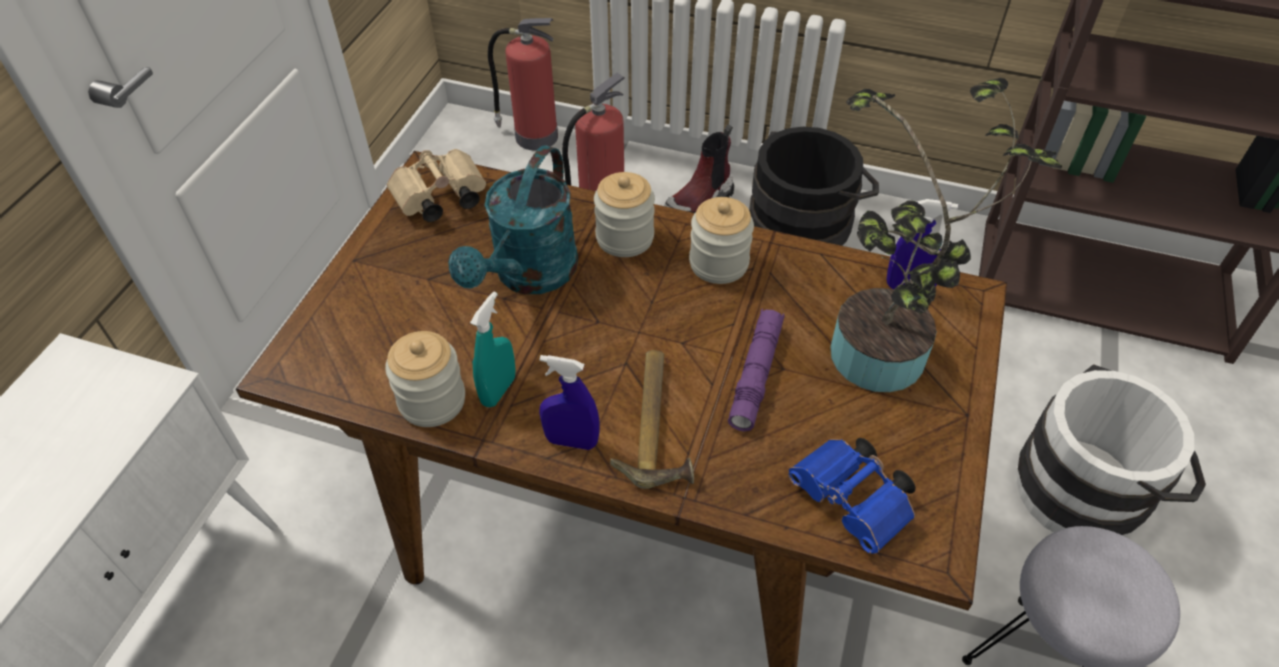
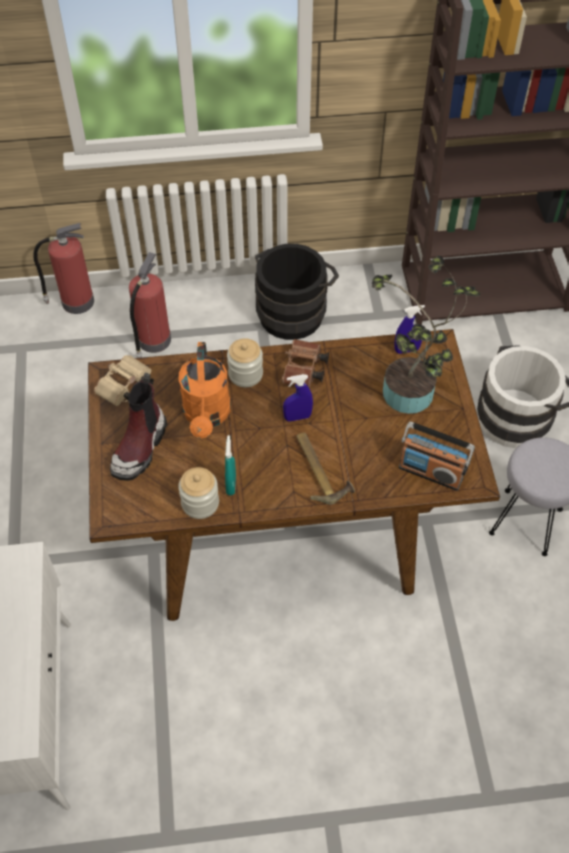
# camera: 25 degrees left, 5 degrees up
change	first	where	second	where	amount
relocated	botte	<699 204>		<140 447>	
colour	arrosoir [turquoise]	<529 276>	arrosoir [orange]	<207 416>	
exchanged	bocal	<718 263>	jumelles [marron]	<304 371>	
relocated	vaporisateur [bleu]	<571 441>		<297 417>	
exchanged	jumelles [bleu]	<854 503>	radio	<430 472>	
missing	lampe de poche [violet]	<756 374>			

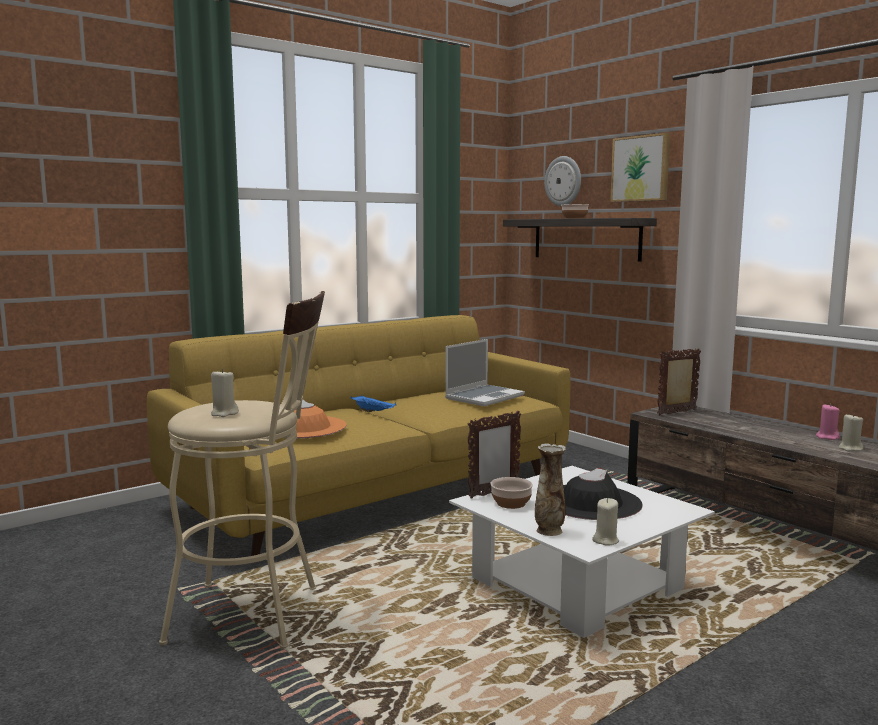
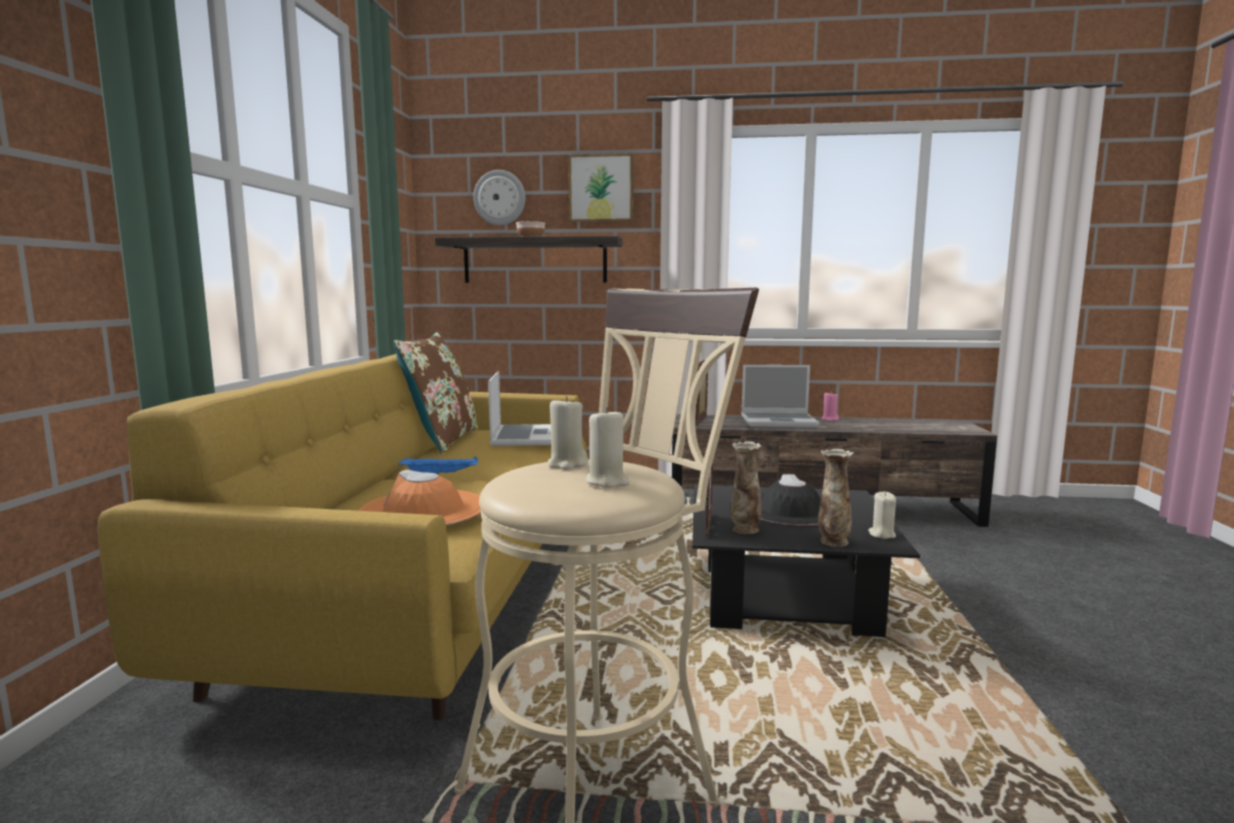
# camera: 45 degrees left, 0 degrees up
change	first	where	second	where	amount
appeared			coussin [marron]	<441 440>	
relocated	bougie [beige]	<850 448>		<567 464>	
colour	table basse [blanc]	<576 584>	table basse [noir]	<786 596>	
exchanged	bol	<510 503>	vase	<745 529>	
appeared			ordinateur portable	<779 422>	

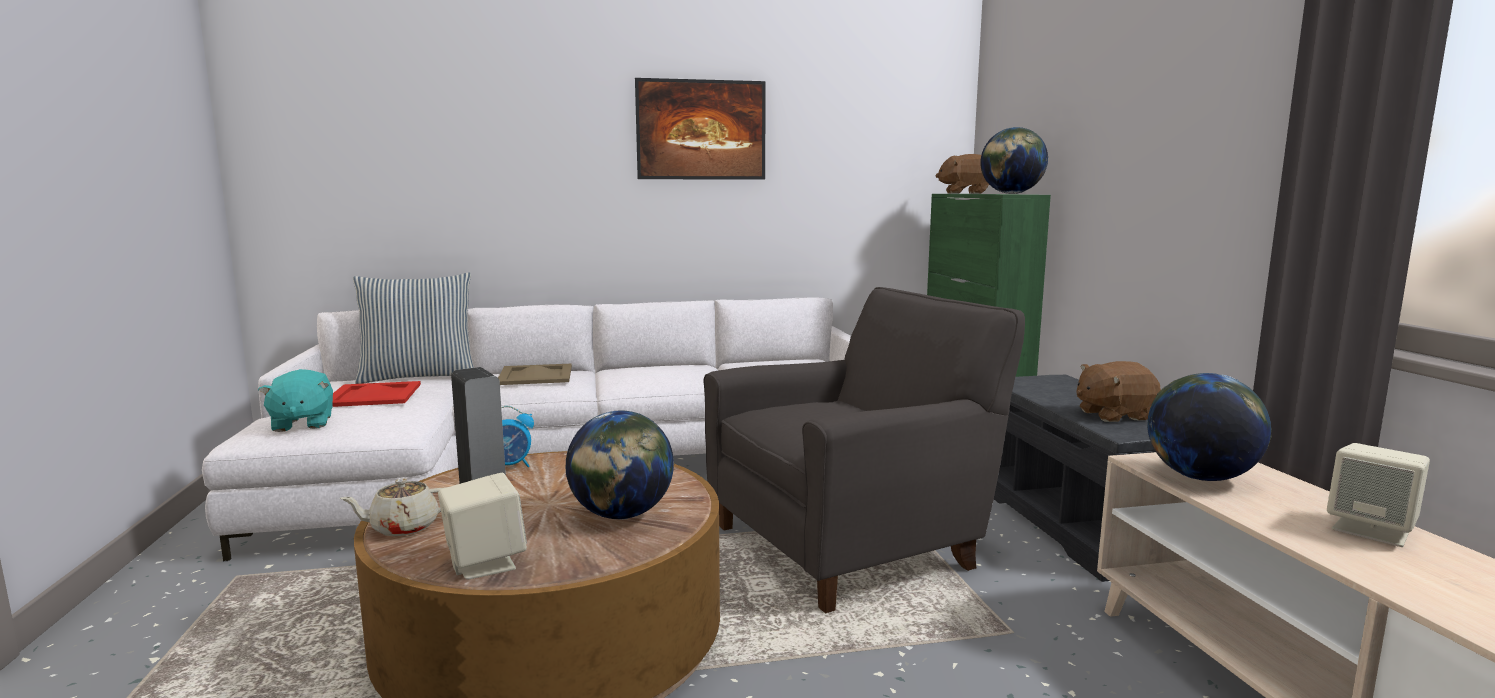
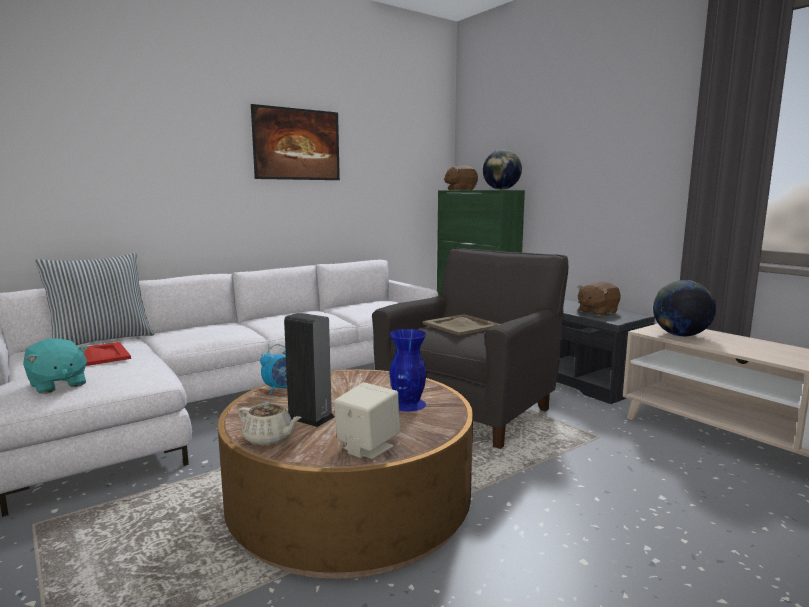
# camera: 25 degrees left, 0 degrees up
change	first	where	second	where	amount
spun	théière [beige]	<403 527>		<269 439>	105 degrees counterclockwise
exchanged	globe	<621 515>	vase [bleu]	<408 404>	
relocated	plateau [beige]	<536 375>		<462 325>	
missing	enceinte [beige]	<1371 530>			

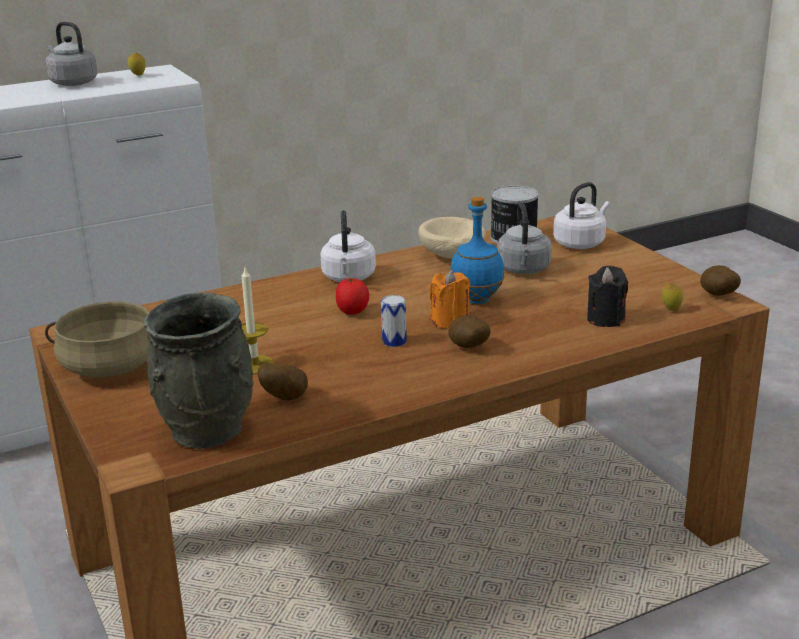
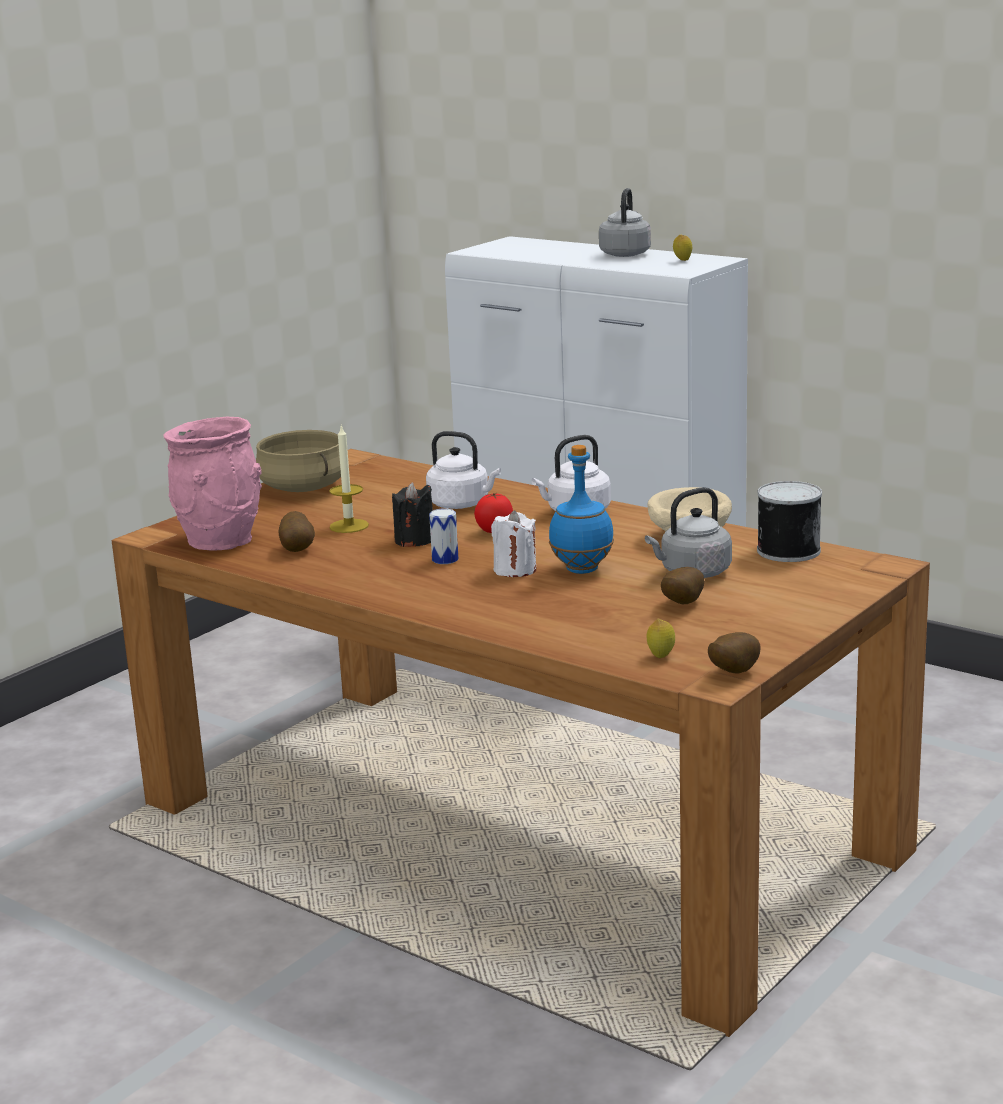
# camera: 65 degrees right, 5 degrees down
change	first	where	second	where	amount
colour	vase [gris]	<206 430>	vase [rose]	<221 540>	
relocated	bougie [noir]	<605 319>		<415 540>	
relocated	bouilloire [blanc]	<581 243>		<462 504>	
colour	bougie [orange]	<450 321>	bougie [blanc]	<515 570>	
relocated	pomme de terre	<468 348>		<680 604>	

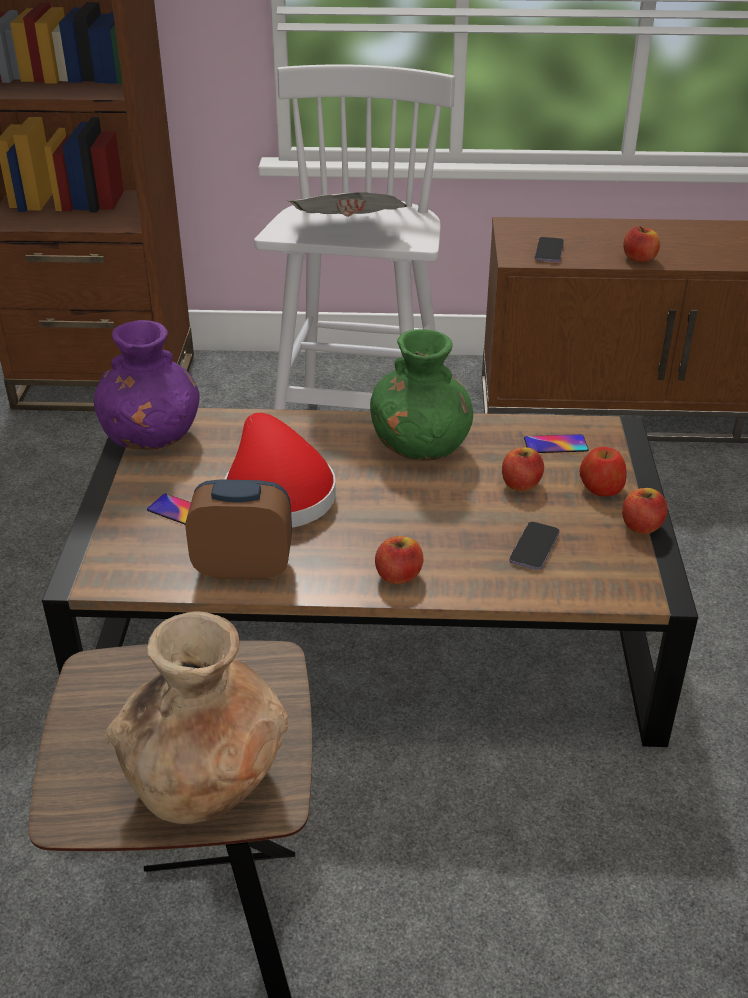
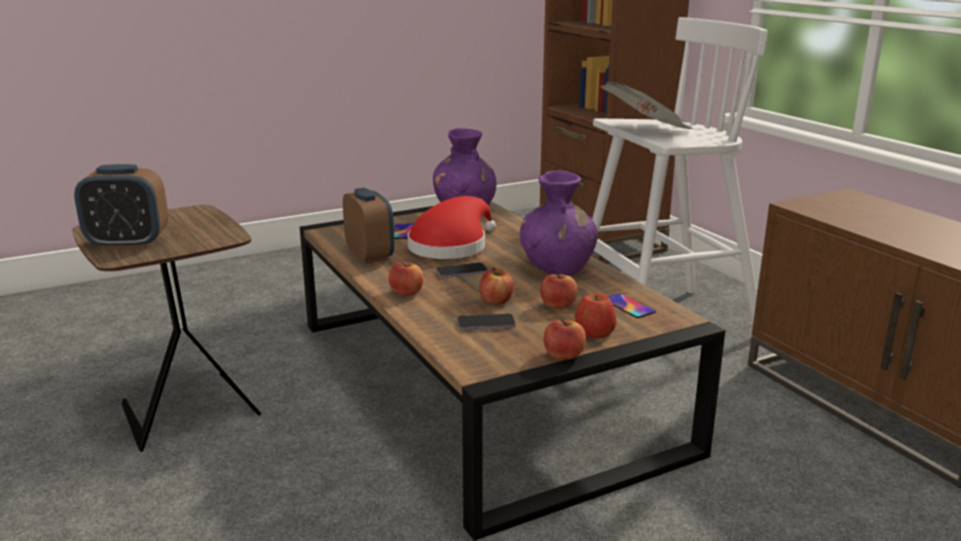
# camera: 60 degrees right, 15 degrees down
change	first	where	second	where	amount
exchanged	vase [marron]	<207 780>	réveil	<128 244>	
relocated	téléphone	<549 252>		<461 272>	
relocated	pomme	<639 259>		<496 301>	
colour	vase [vert]	<421 446>	vase [violet]	<557 268>	

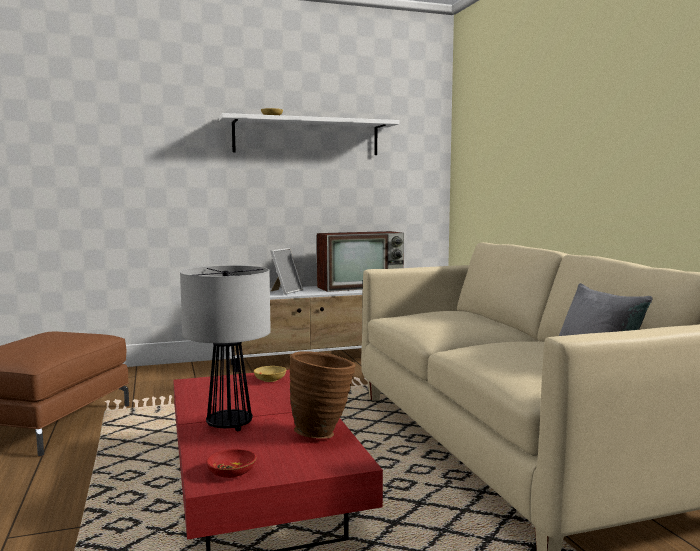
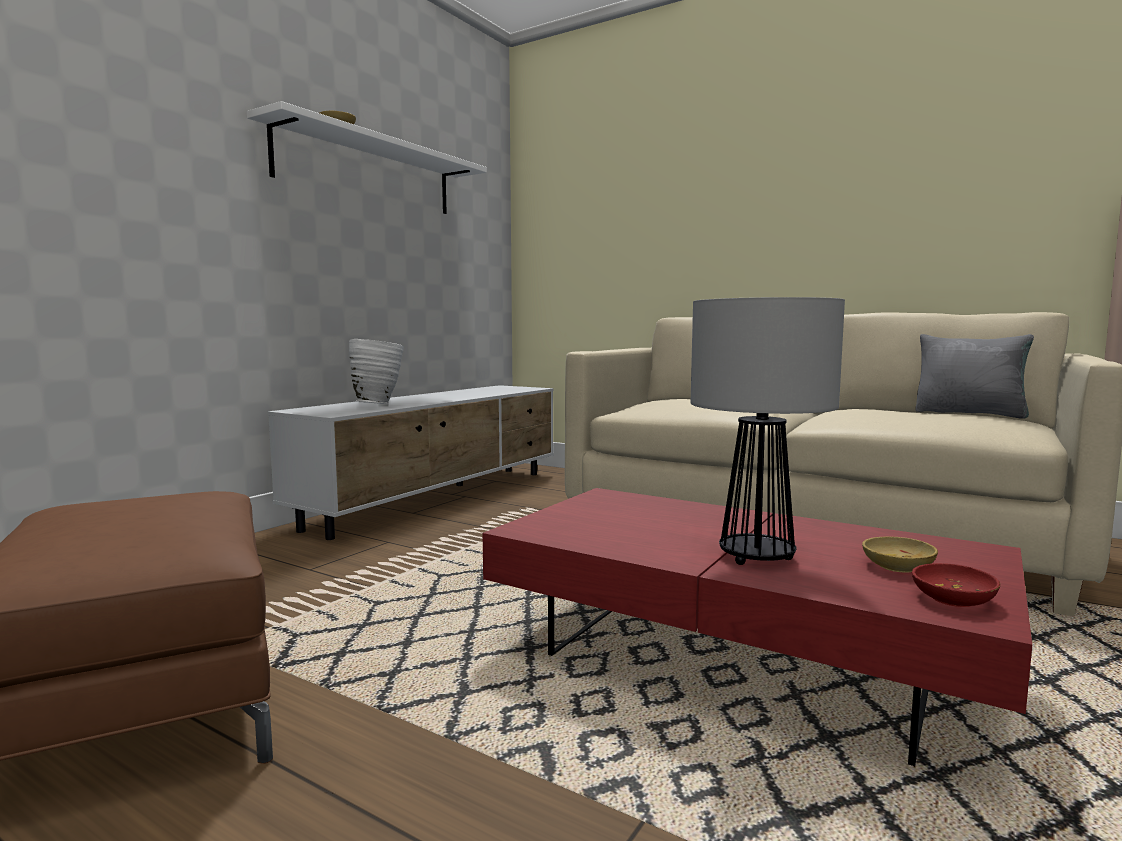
# camera: 40 degrees left, 0 degrees up
change	first	where	second	where	amount
exchanged	cadre photo	<285 291>	vase [blanc]	<378 404>	
relocated	bol [beige]	<270 379>		<898 567>	
missing	vase [marron]	<323 433>			
missing	téléviseur	<361 287>			

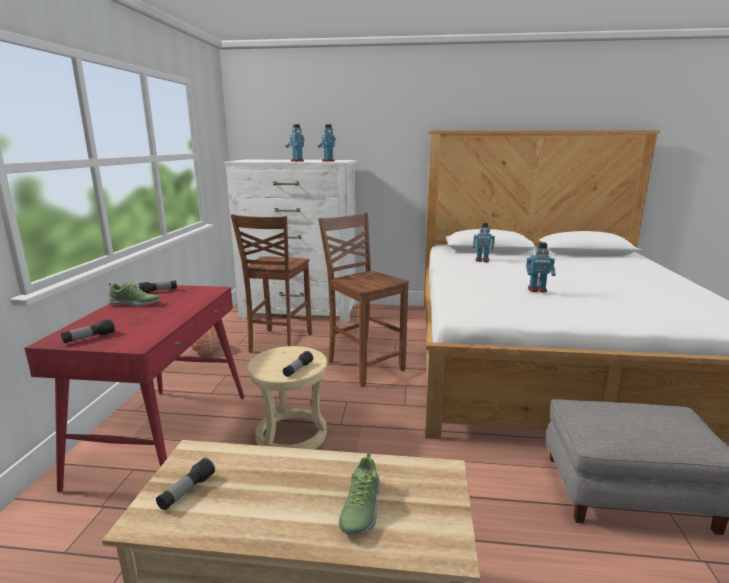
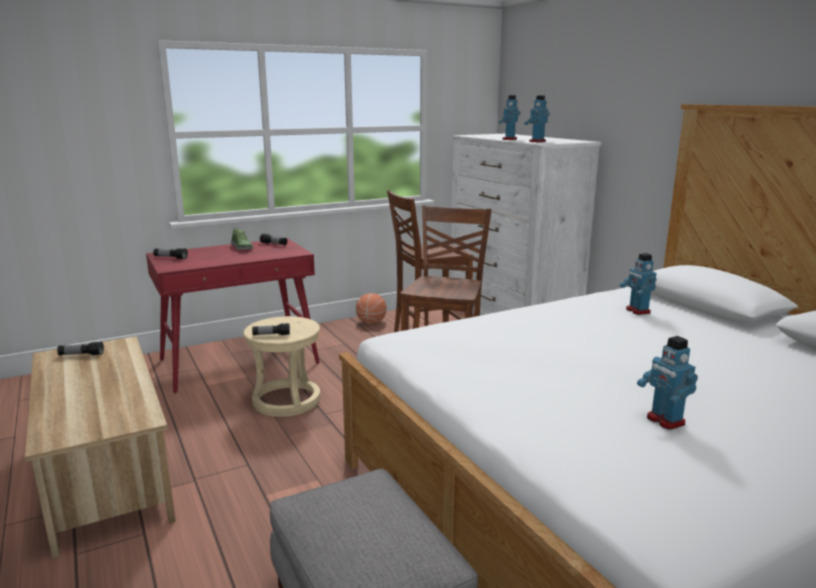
# camera: 55 degrees right, 0 degrees up
change	first	where	second	where	amount
relocated	robot jouet	<537 290>		<664 421>	
missing	chaussure	<360 508>			

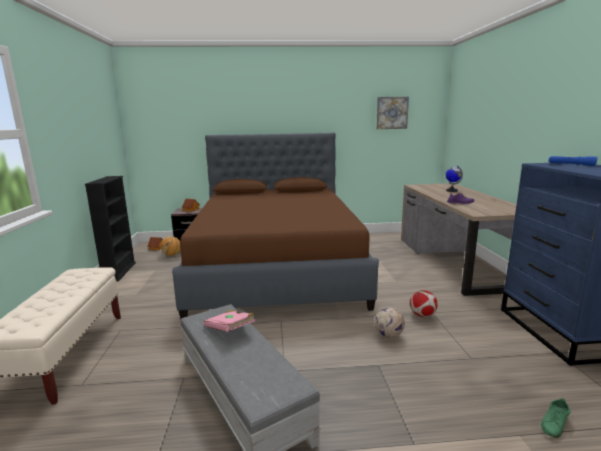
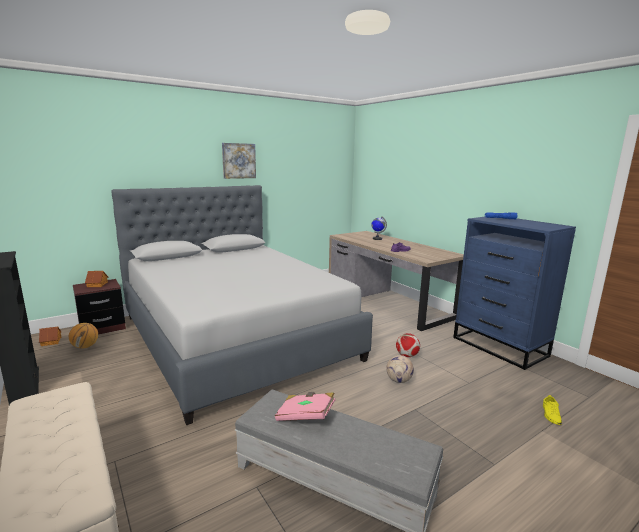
# camera: 30 degrees left, 0 degrees up
change	first	where	second	where	amount
colour	lit [marron]	<276 267>	lit [gris]	<236 337>	
relocated	tableau	<392 113>		<238 161>	
colour	chaussure [vert]	<554 423>	chaussure [jaune]	<551 414>	

